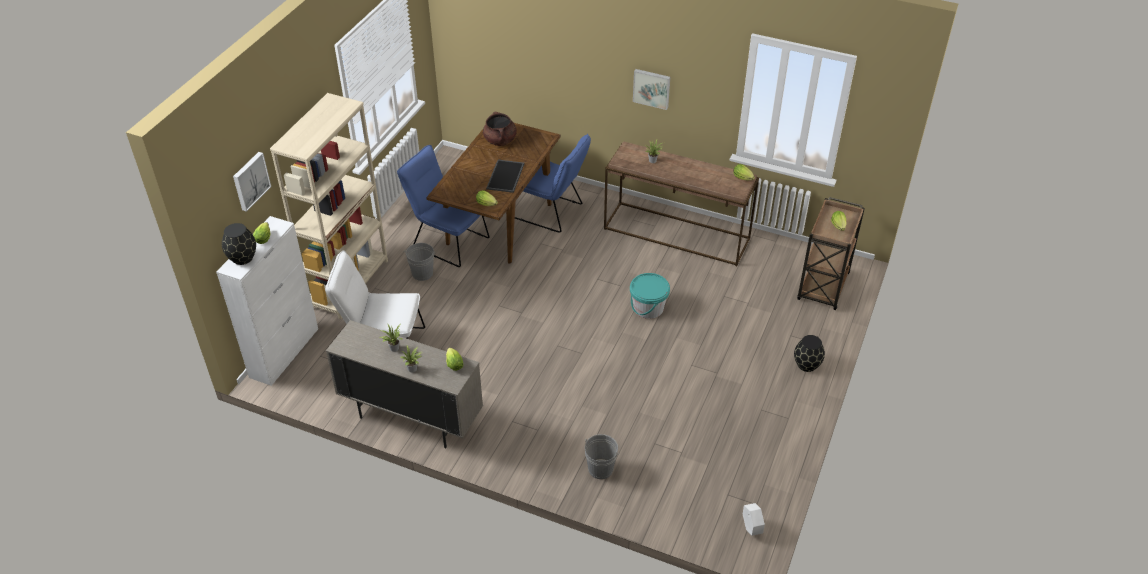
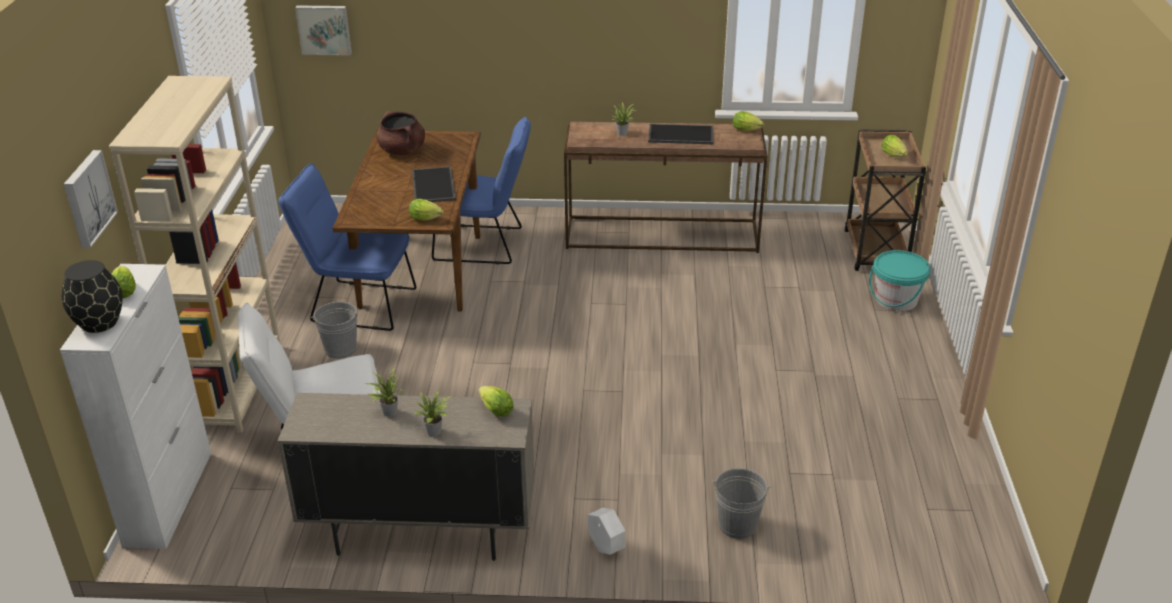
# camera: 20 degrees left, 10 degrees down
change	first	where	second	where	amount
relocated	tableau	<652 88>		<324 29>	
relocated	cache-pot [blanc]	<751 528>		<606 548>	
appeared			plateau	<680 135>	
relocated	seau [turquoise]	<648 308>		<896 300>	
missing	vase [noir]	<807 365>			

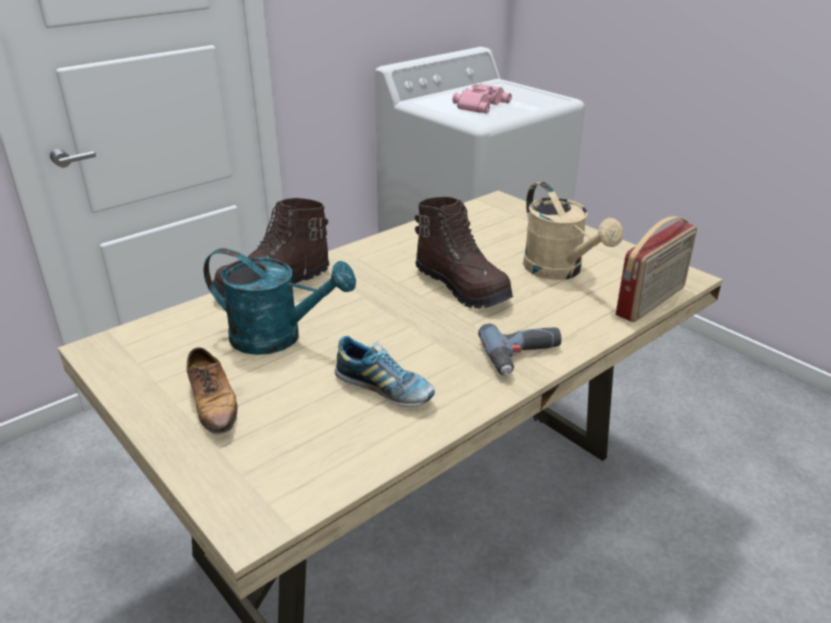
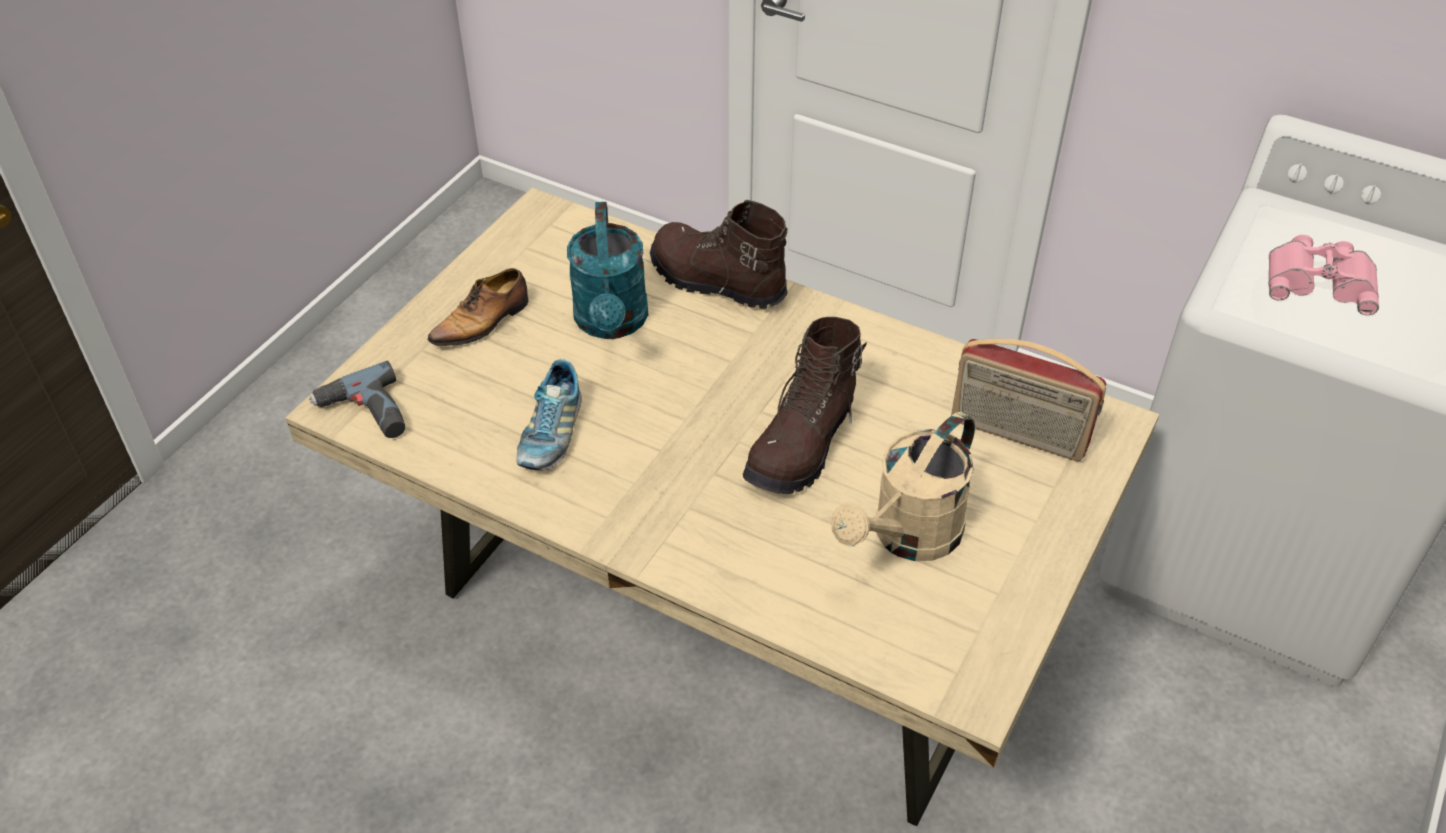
# camera: 70 degrees right, 15 degrees up
change	first	where	second	where	amount
relocated	perceuse	<524 357>		<365 415>	
relocated	radio	<652 302>		<1017 434>	

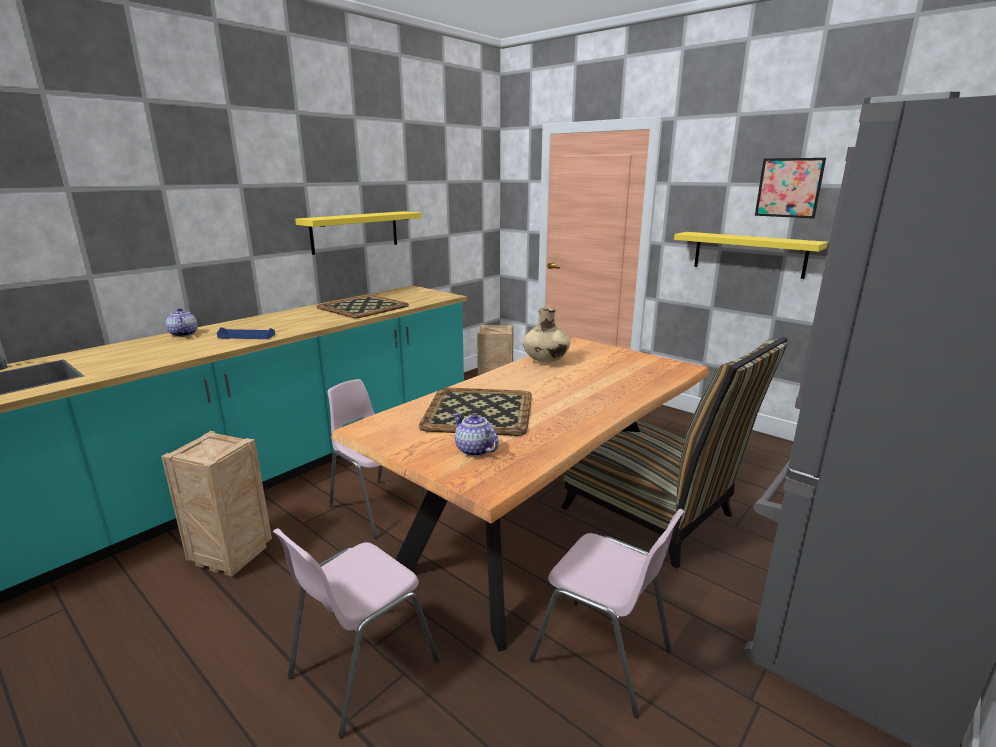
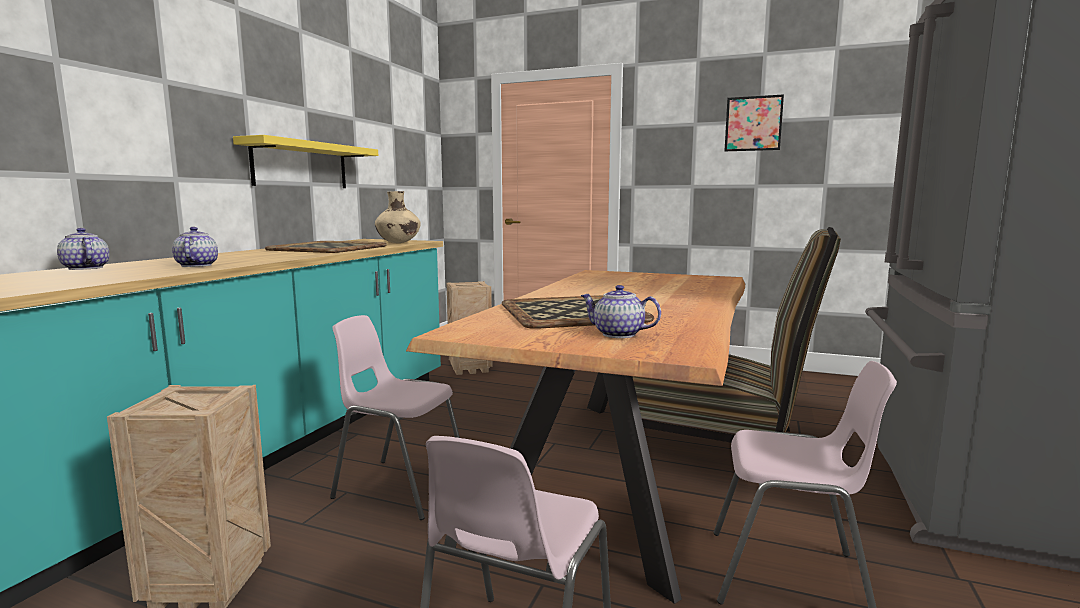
# camera: 20 degrees left, 10 degrees down
change	first	where	second	where	amount
exchanged	plateau [bleu]	<246 336>	théière	<196 265>	
relocated	vase [beige]	<546 361>		<399 243>	
missing	étagère [jaune]	<749 254>			

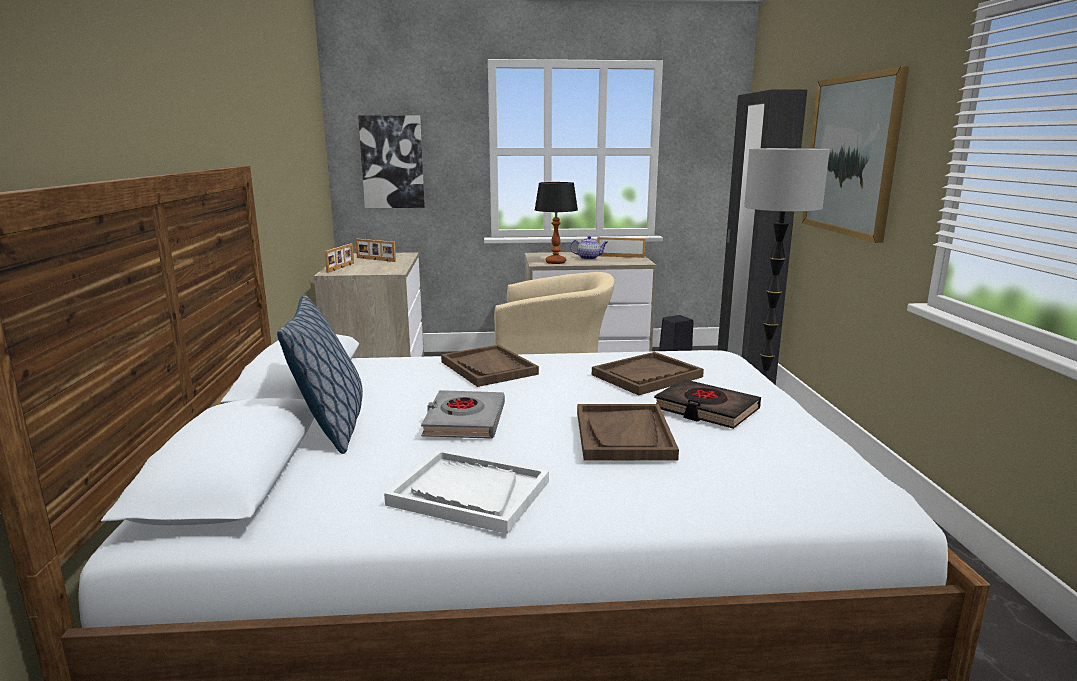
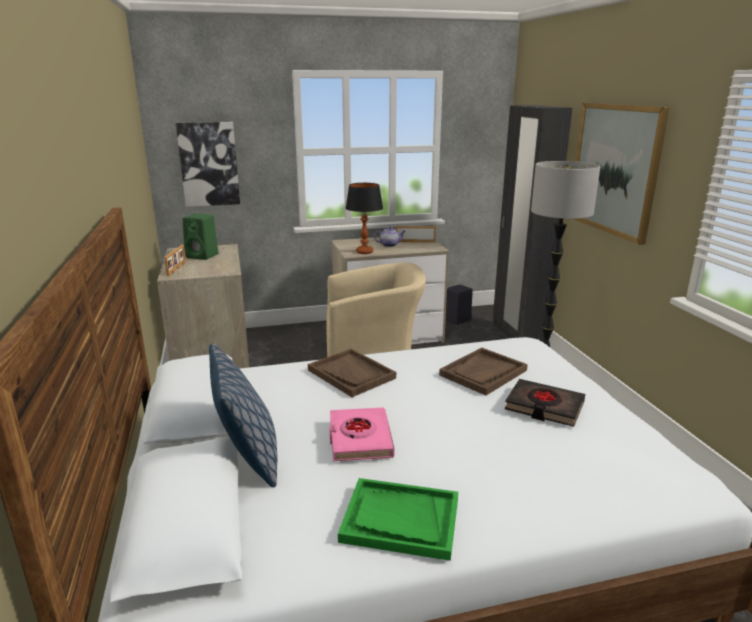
# camera: 10 degrees left, 5 degrees up
change	first	where	second	where	amount
exchanged	cadre photo	<375 259>	enceinte [vert]	<203 256>	
colour	livre [gris]	<464 421>	livre [rose]	<359 439>	
colour	plateau [blanc]	<469 493>	plateau [vert]	<400 520>	
missing	plateau [marron]	<624 435>			

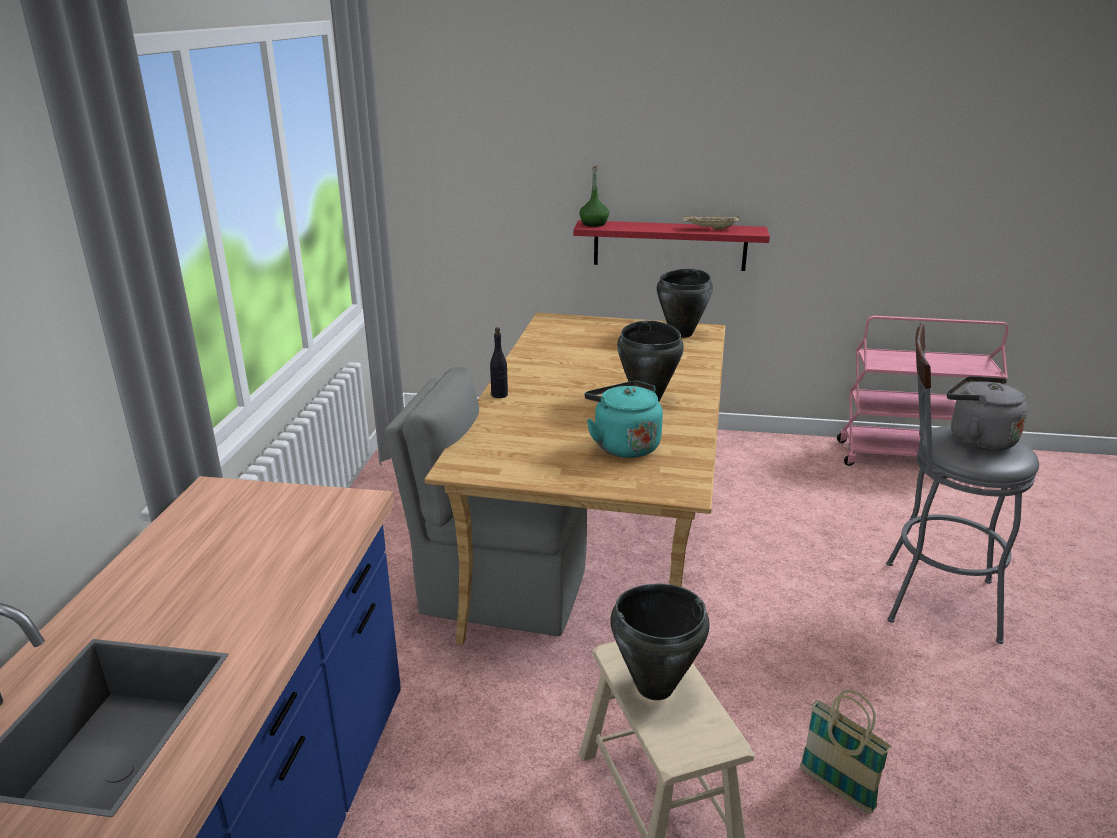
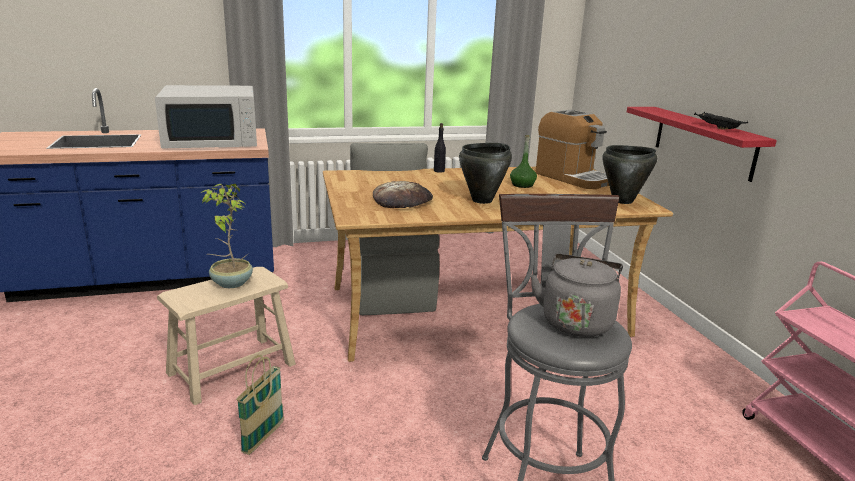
# camera: 65 degrees right, 5 degrees down
change	first	where	second	where	amount
appeared			micro-ondes [blanc]	<213 140>	
exchanged	marmite [noir]	<654 686>	plante en pot	<230 283>	
exchanged	bouilloire [turquoise]	<623 445>	pain	<402 200>	
relocated	bouteille [vert]	<593 224>		<522 185>	
appeared			machine à café	<573 178>	
colour	plateau [beige]	<710 229>	plateau [noir]	<717 128>	

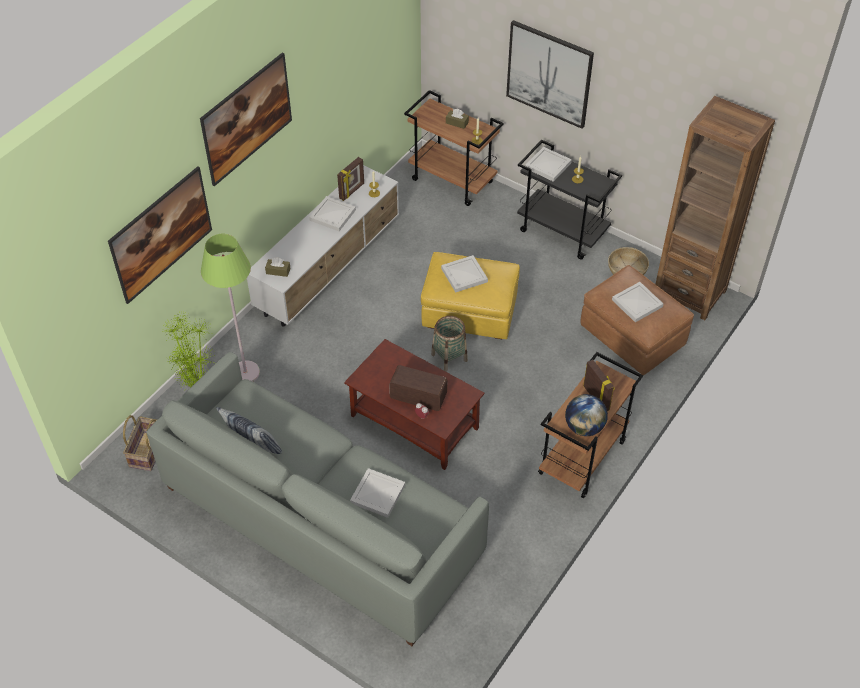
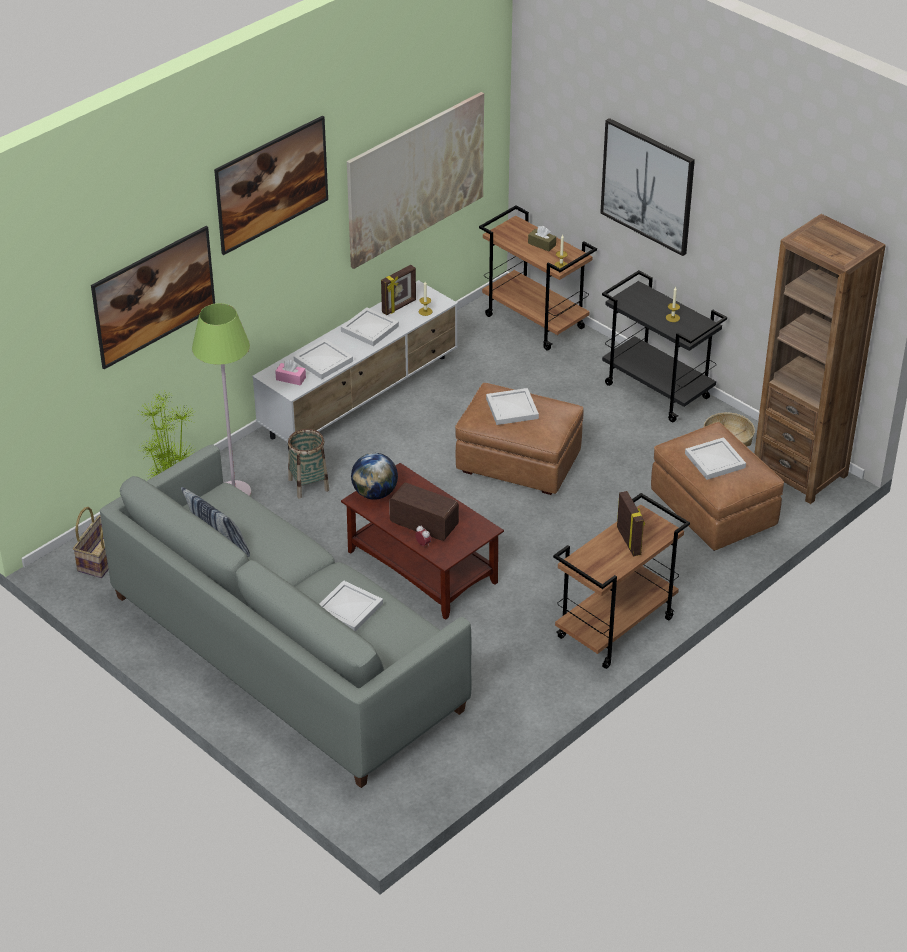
# camera: 10 degrees right, 10 degrees down
change	first	where	second	where	amount
colour	boîte à mouchoirs [marron]	<278 271>	boîte à mouchoirs [rose]	<291 378>	
relocated	panier	<449 357>		<308 484>	
relocated	plateau [blanc]	<547 165>		<322 361>	
appeared			tableau	<416 179>	
relocated	globe	<584 427>		<375 493>	
colour	pouf [jaune]	<469 313>	pouf [marron]	<518 463>	

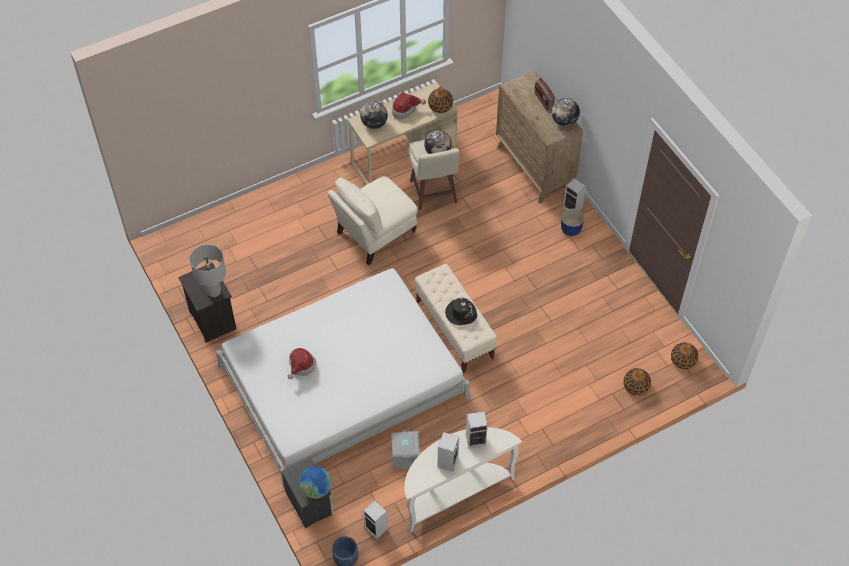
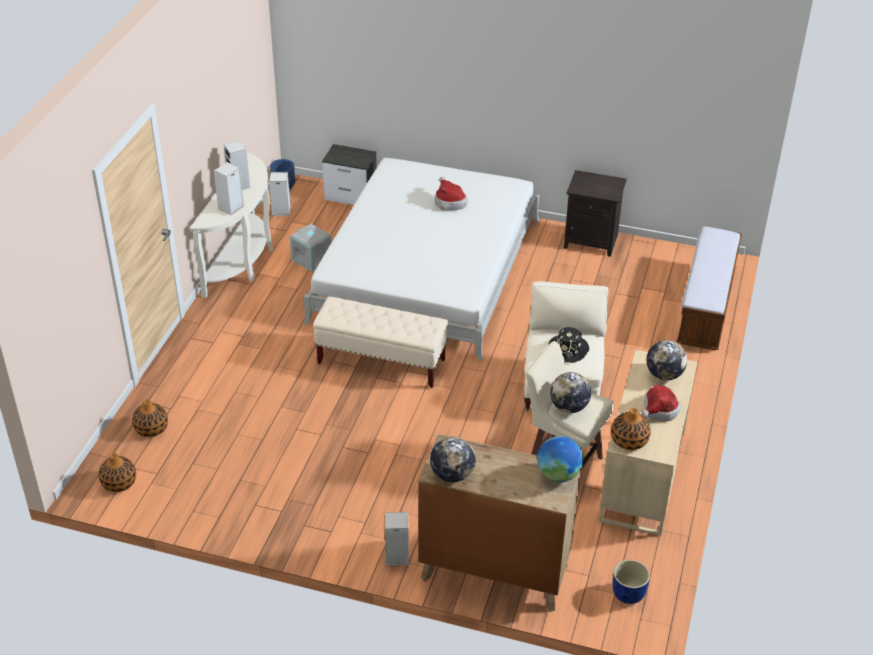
# camera: 135 degrees right, 15 degrees down
change	first	where	second	where	amount
relocated	globe	<316 489>		<558 475>	
relocated	chapeau [noir]	<461 313>		<568 349>	
relocated	cache-pot [bleu]	<571 229>		<628 594>	
appeared			banc	<706 307>	
missing	lampe de table [gris]	<214 291>			
missing	radio	<543 101>			

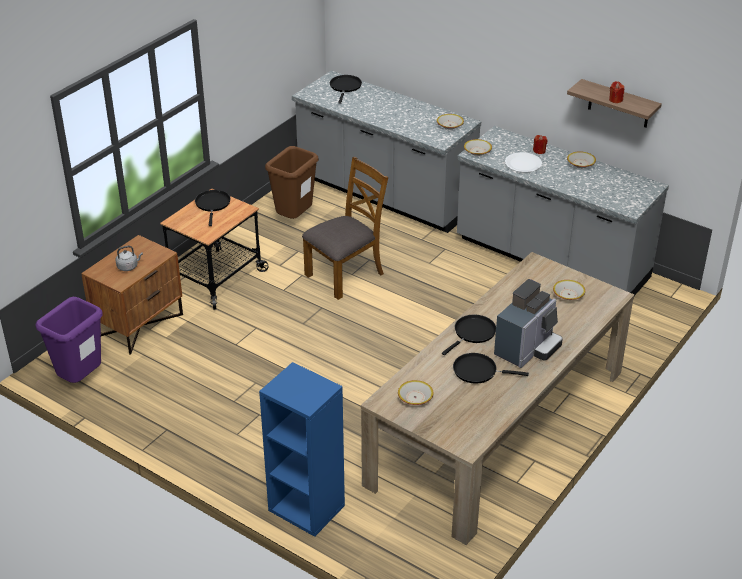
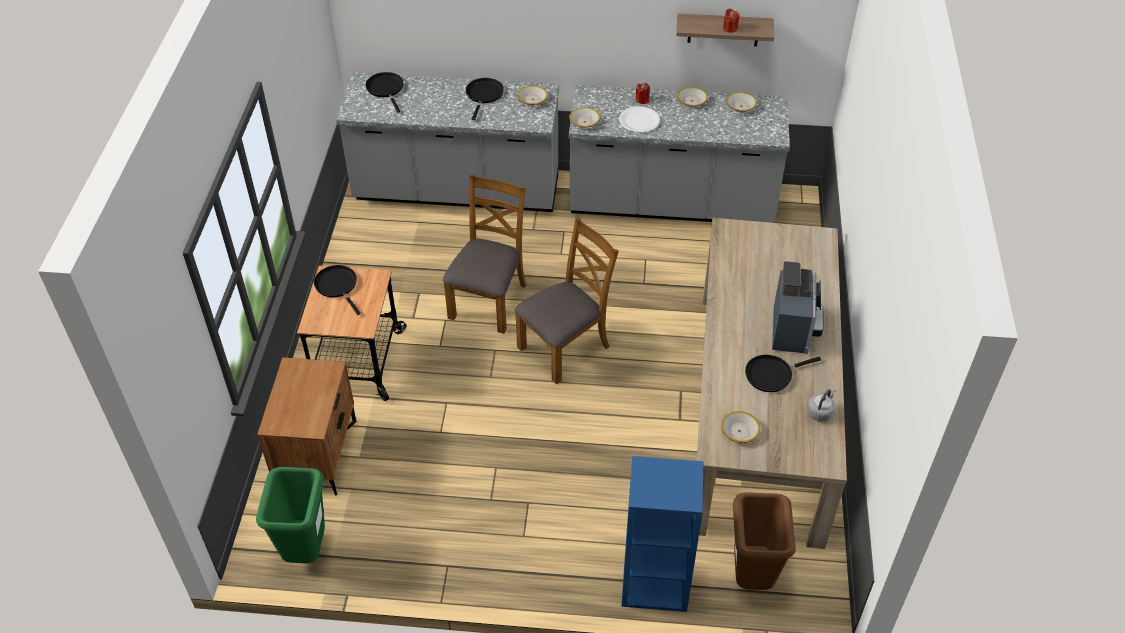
# camera: 30 degrees left, 10 degrees up
change	first	where	second	where	amount
colour	poubelle [violet]	<81 379>	poubelle [vert]	<306 551>	
relocated	poêle [noir]	<473 333>		<484 95>	
appeared			chaise [marron]	<565 347>	
relocated	bol	<568 294>		<741 106>	
relocated	poubelle [marron]	<294 219>		<751 576>	
relocated	bouilloire [gris]	<128 267>		<820 412>	

